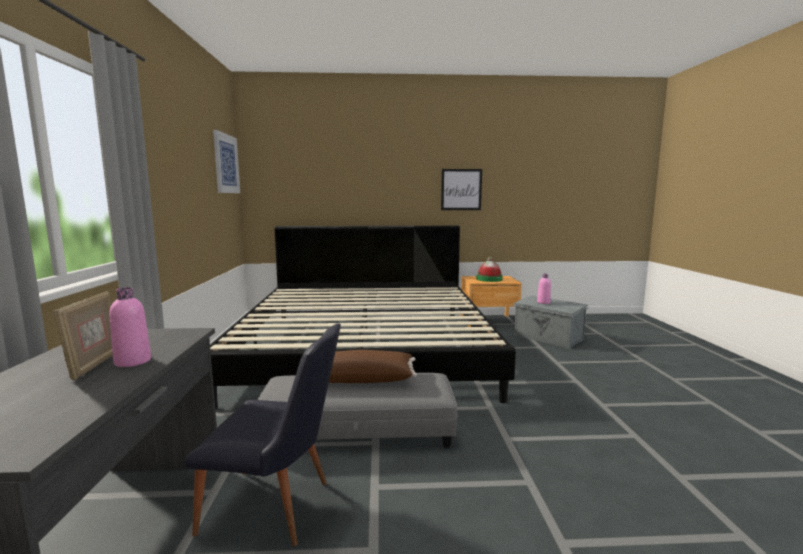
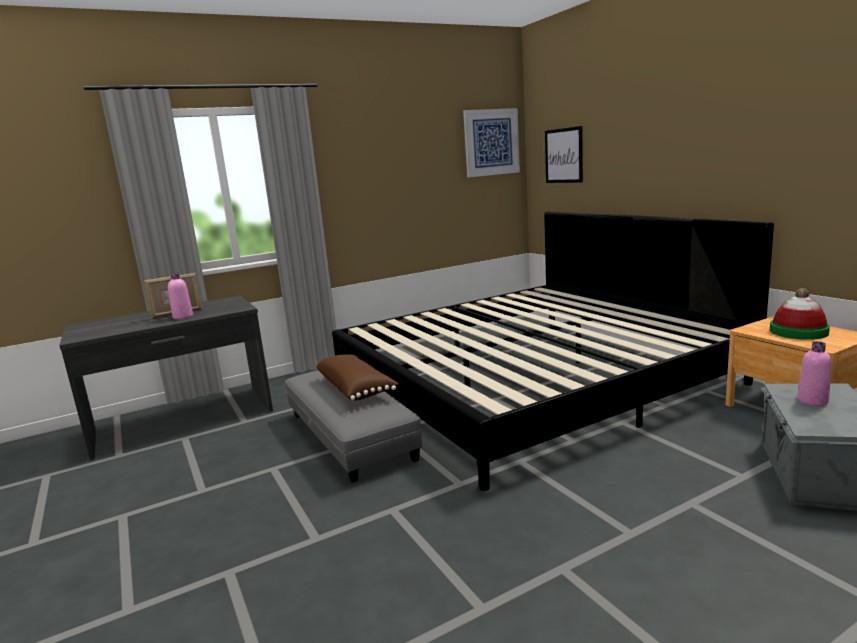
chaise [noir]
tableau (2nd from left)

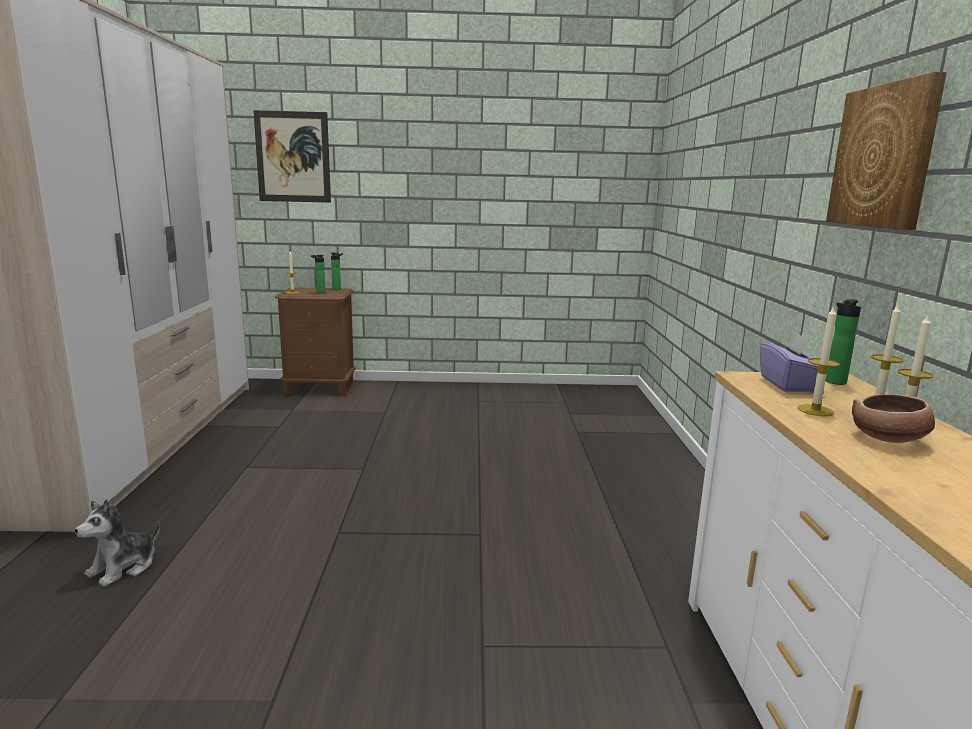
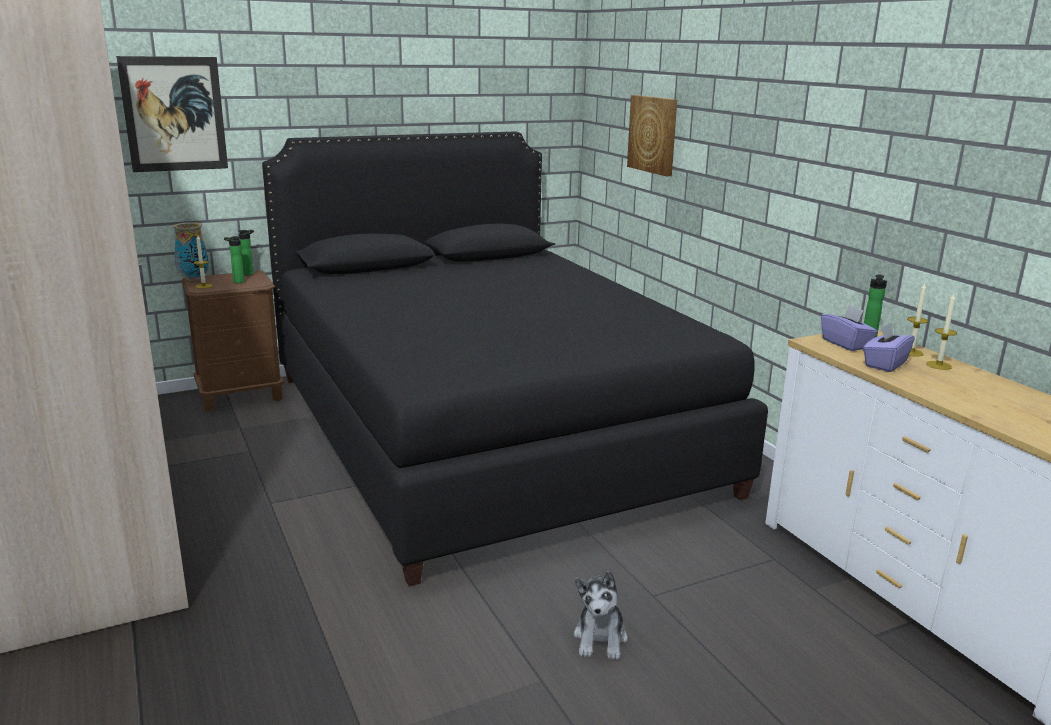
bol
vase
lit [noir]
peluche
tableau (2nd from left)
boîte à mouchoirs [violet] (2nd from left)

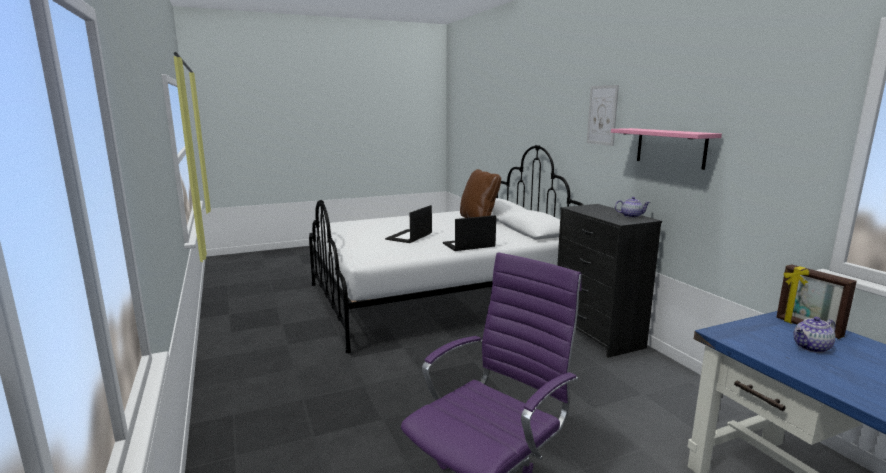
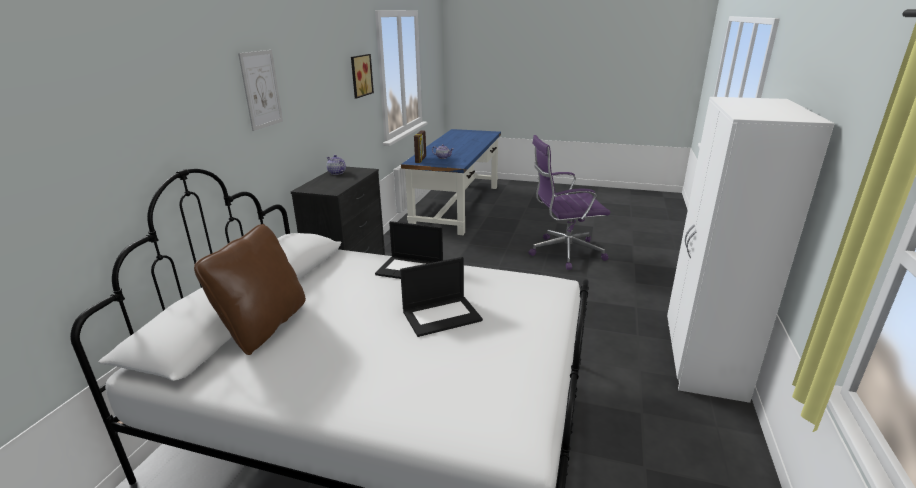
étagère [rose]
tableau (2nd from left)
armoire [blanc]

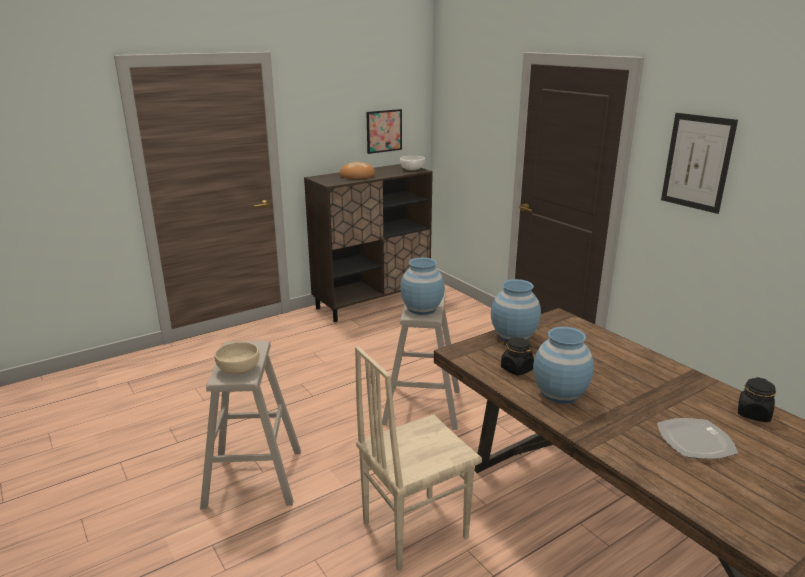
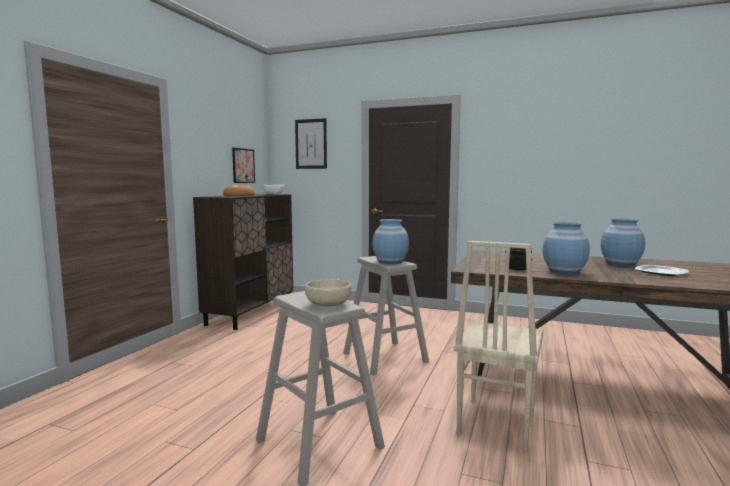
bocal [noir] (2nd from left in the first image)
vase [bleu] (3rd from left)
tableau (2nd from left)

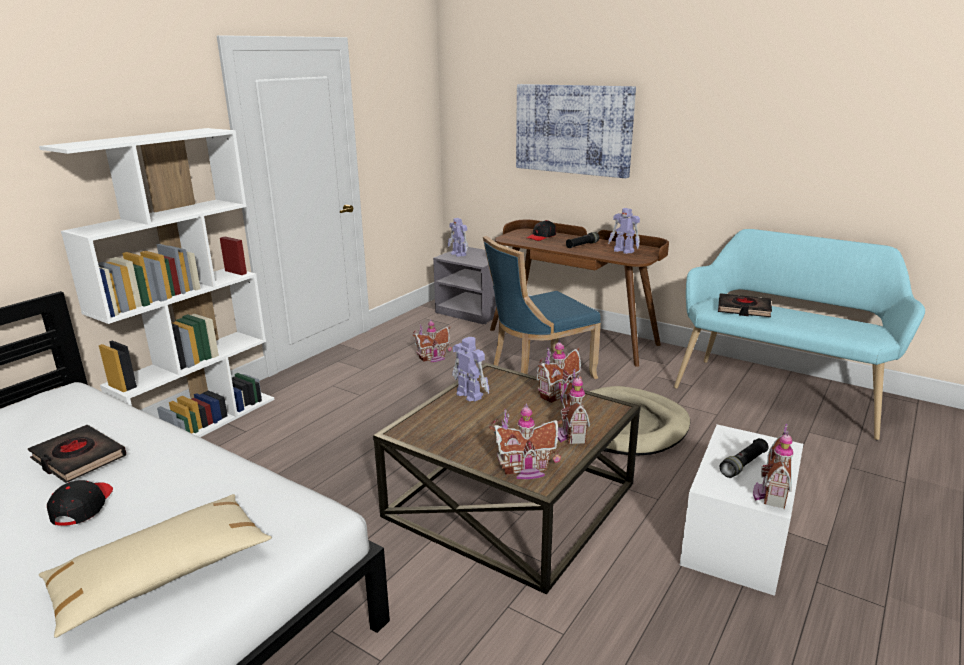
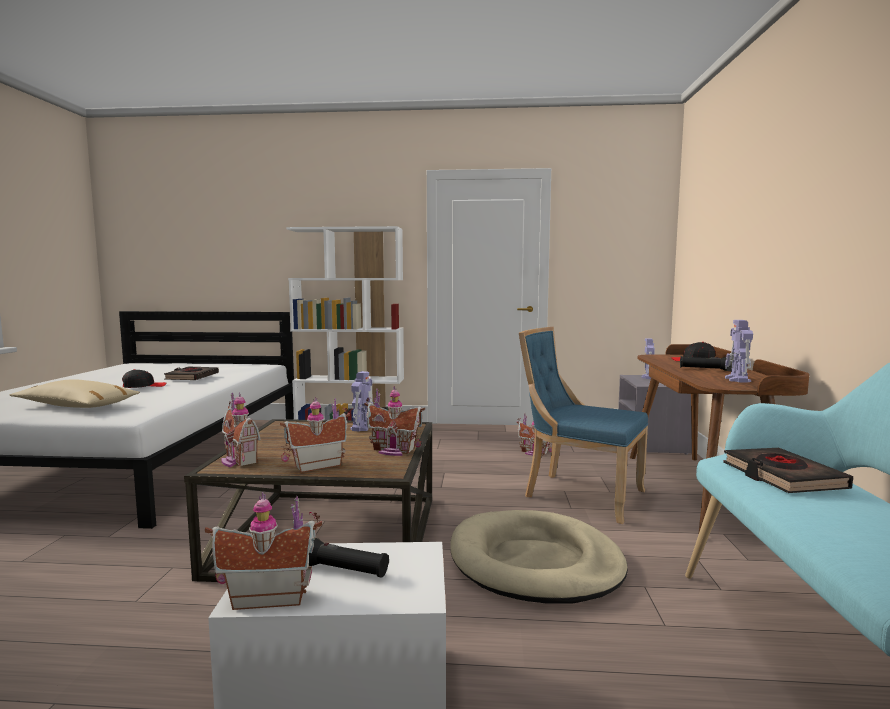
tableau

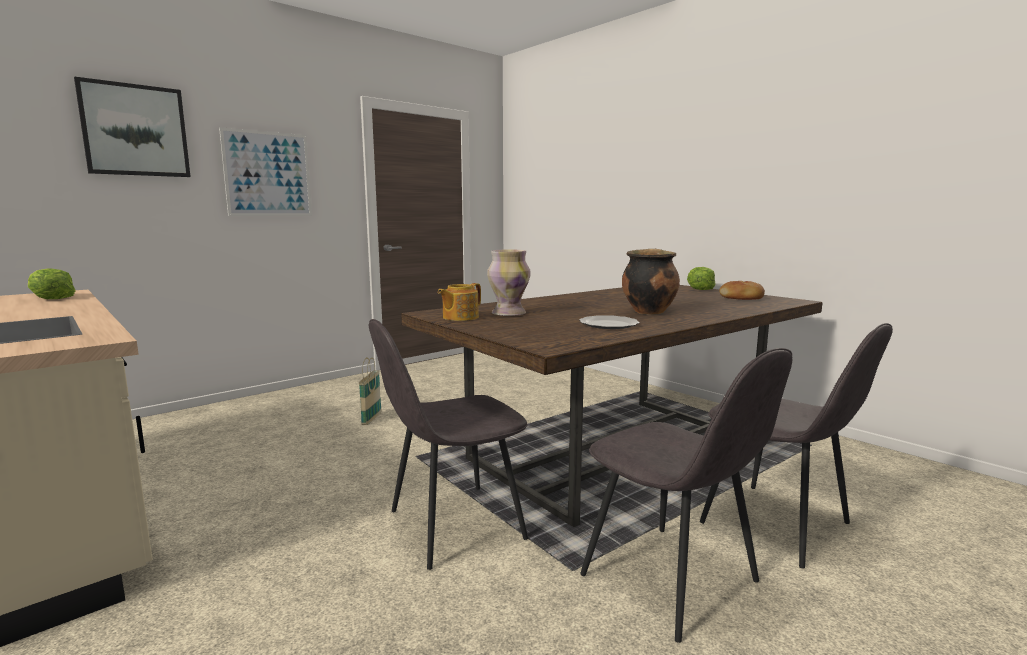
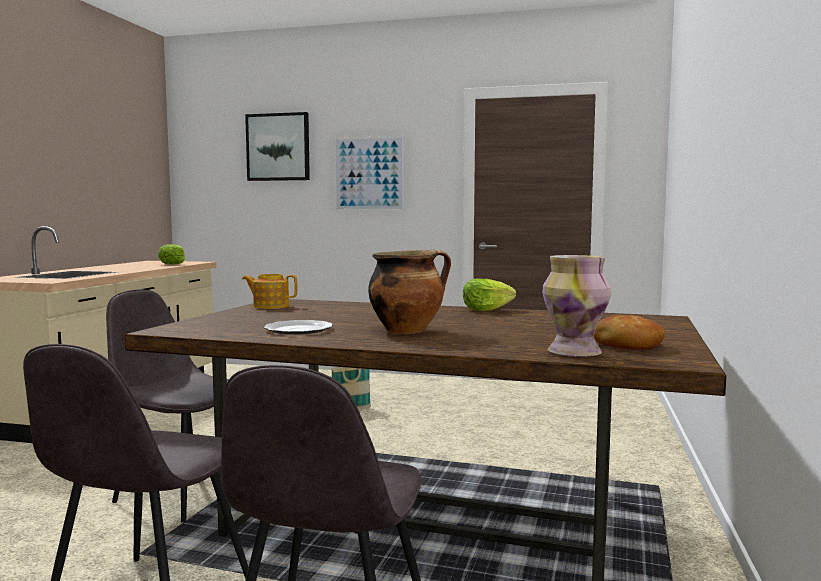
vase
laitue (2nd from left)

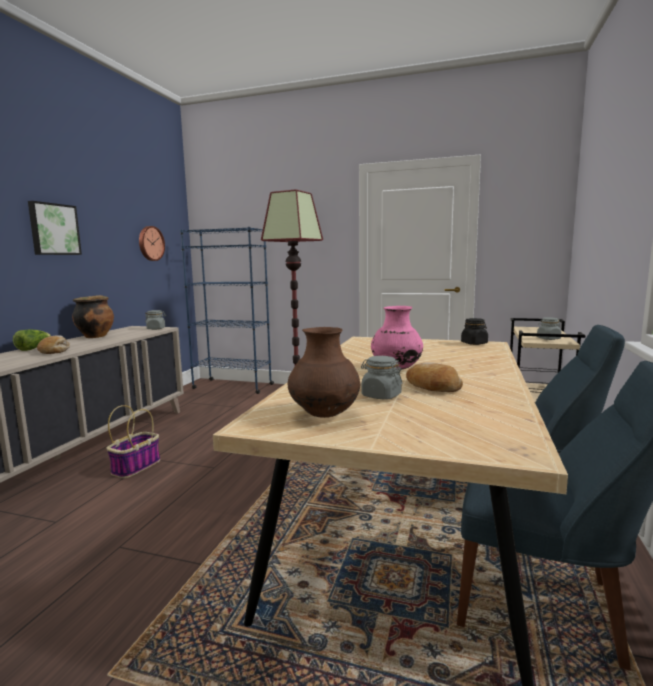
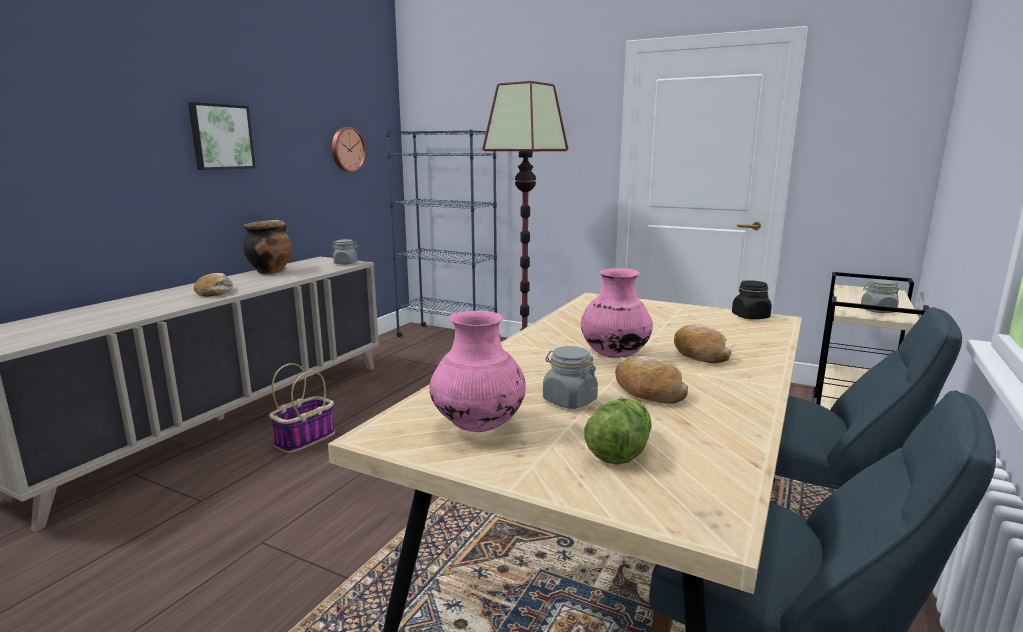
pain (3rd from left)
laitue
vase [rose] (1st from left)

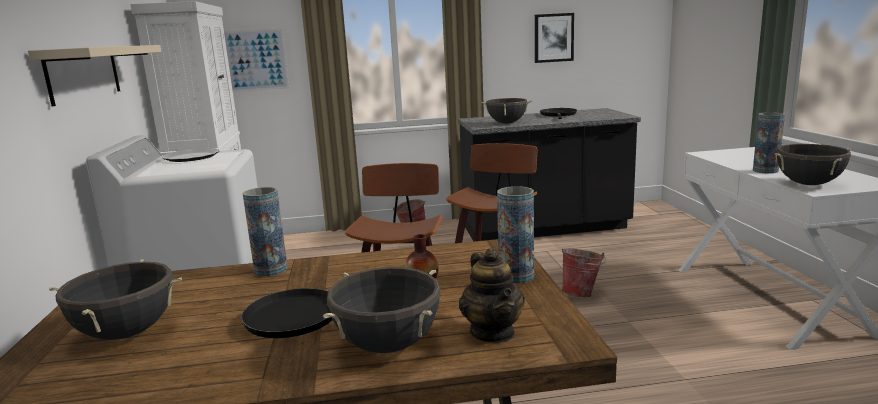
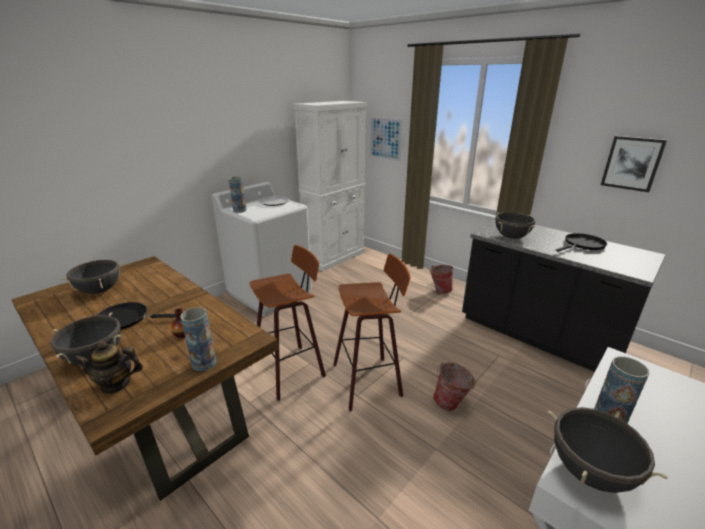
étagère [beige]
vase (3rd from left)
théière

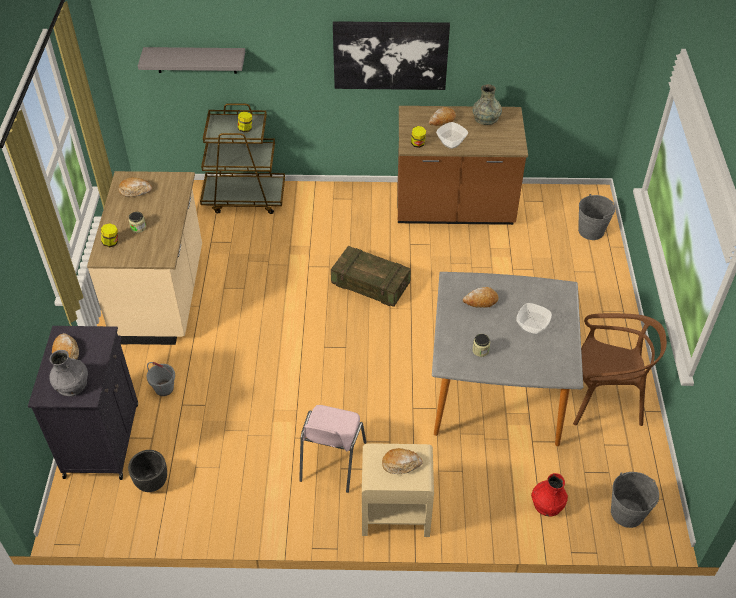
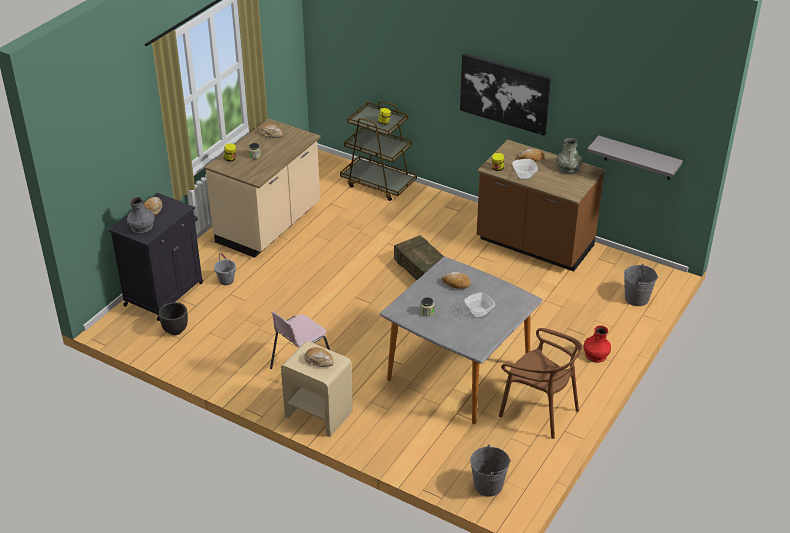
étagère [gris]
vase [rouge]

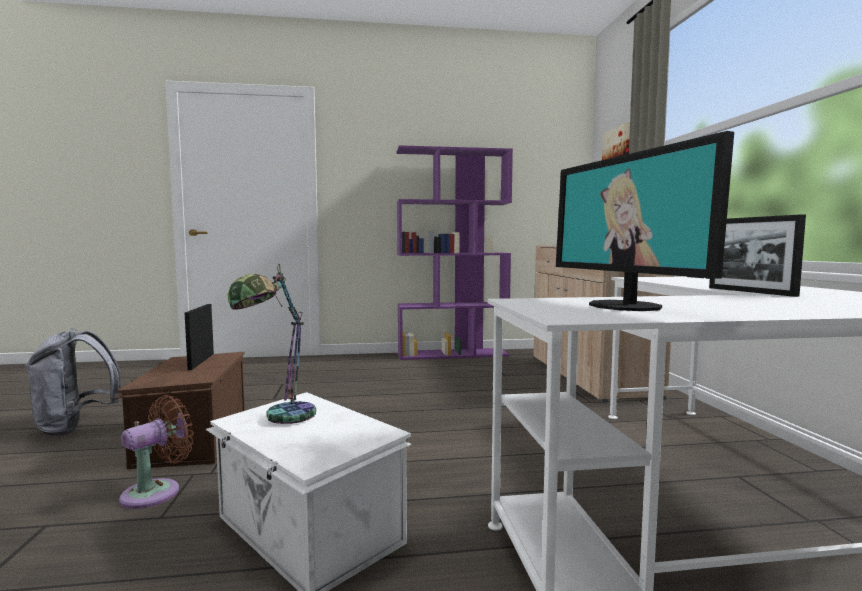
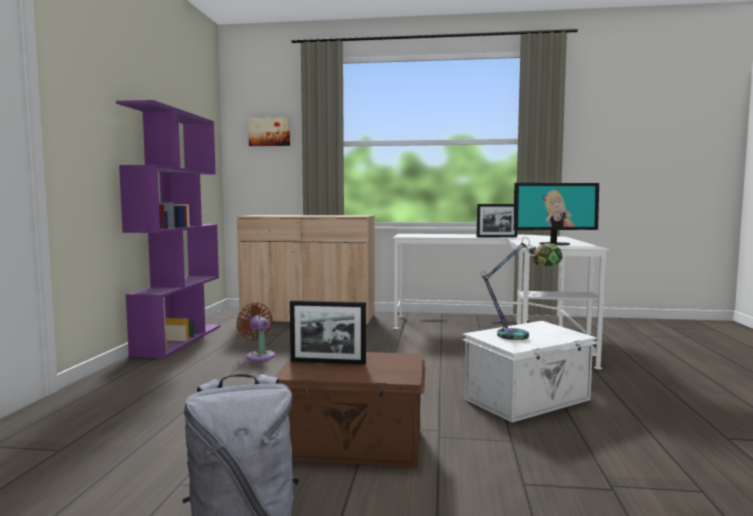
ventilateur [marron]

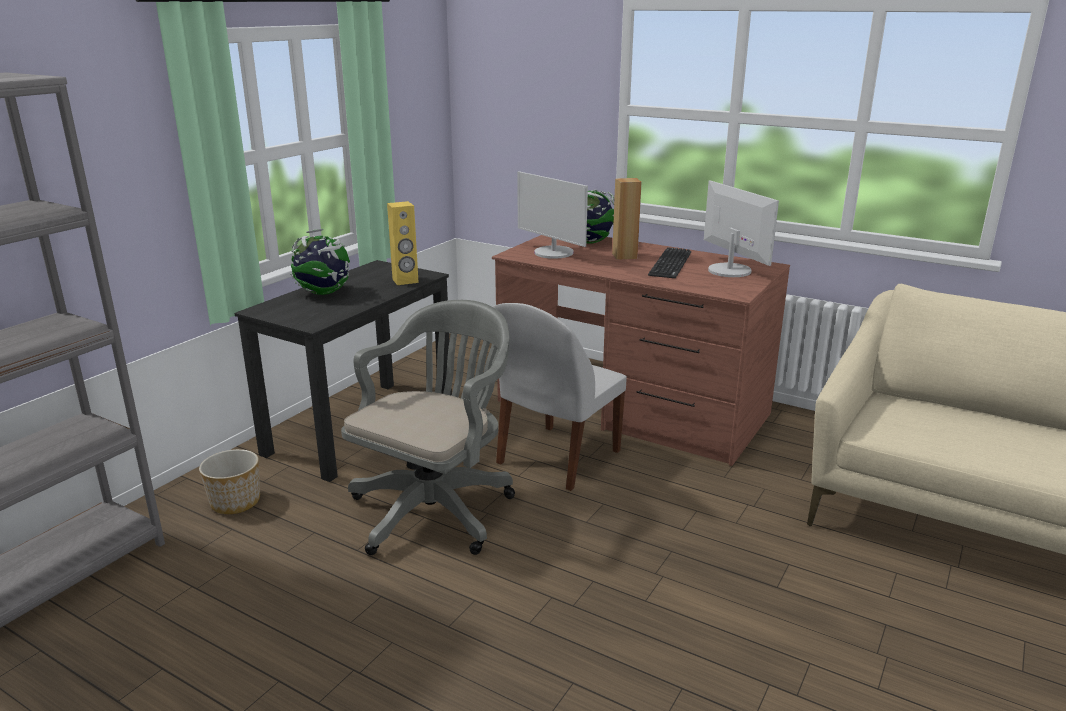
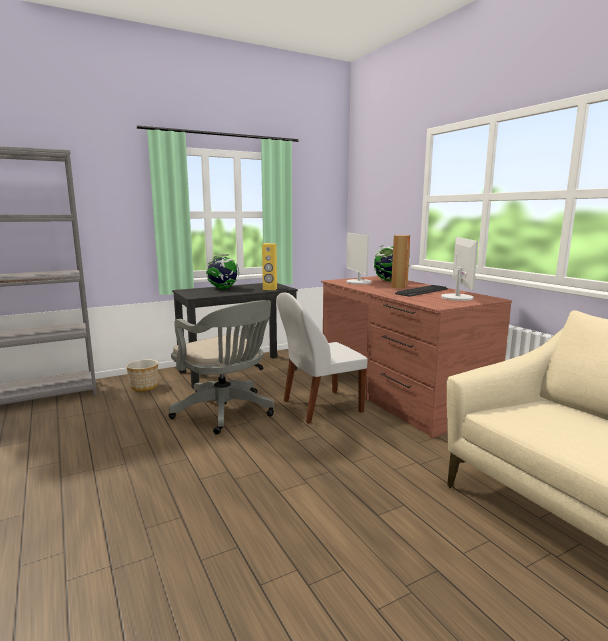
chaise de bureau [gris]

